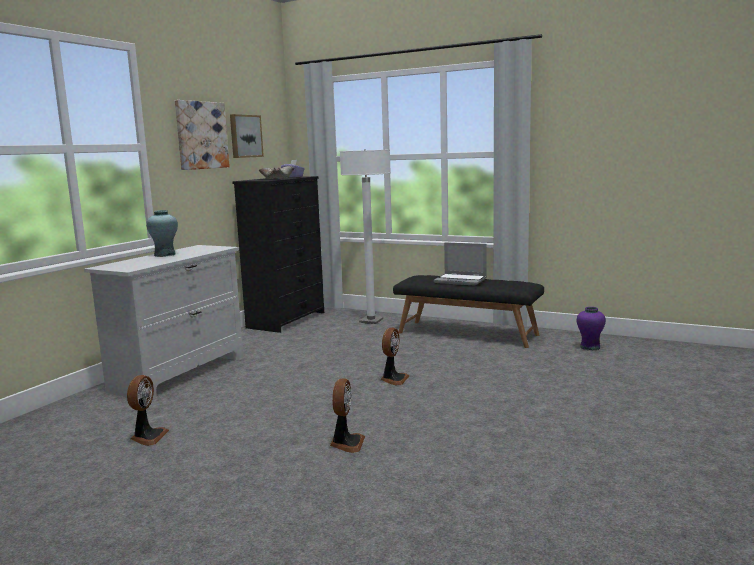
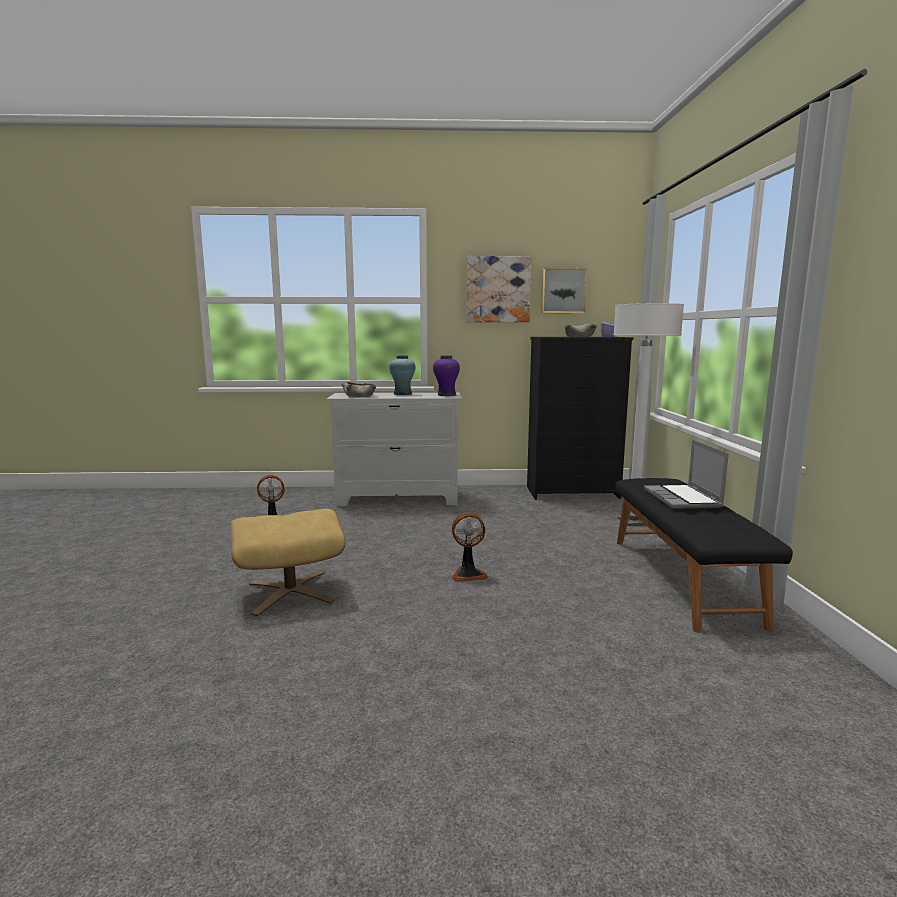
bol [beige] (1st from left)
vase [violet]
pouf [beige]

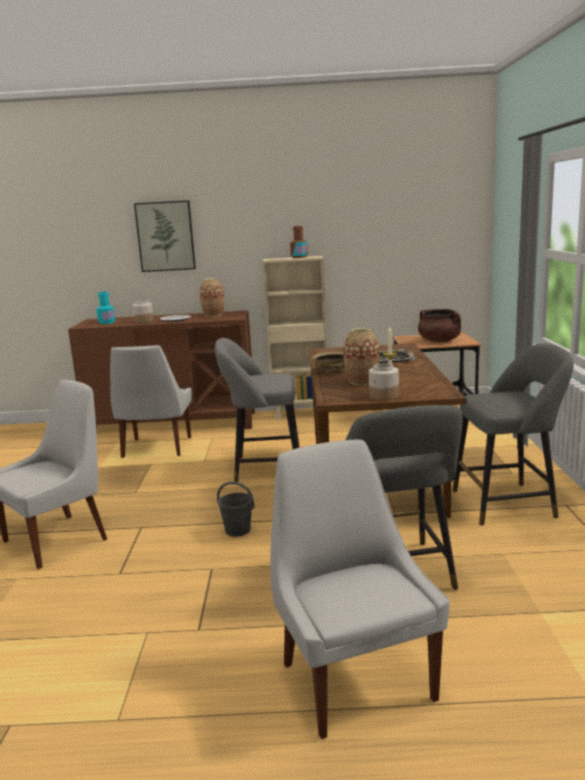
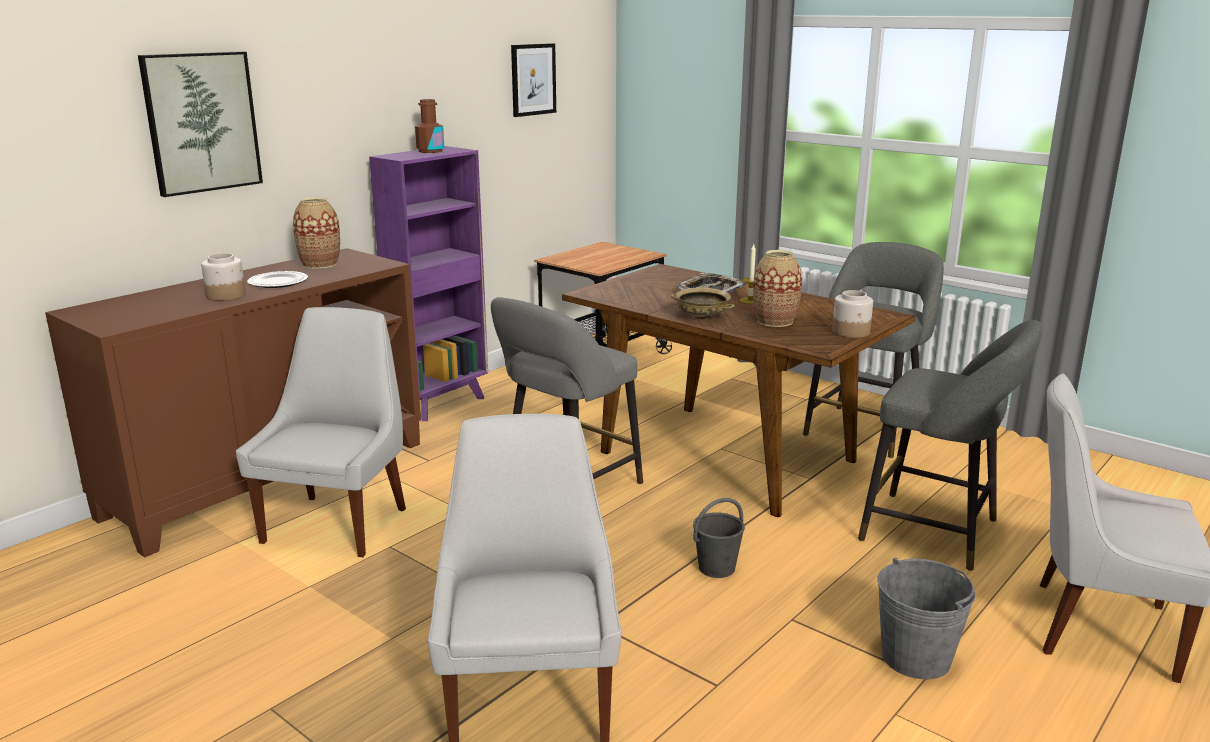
bouteille [turquoise]
marmite [marron]
tableau (2nd from left)
seau [gris] (2nd from left)
bibliothèque [violet]
chaise [blanc] (1st from left)

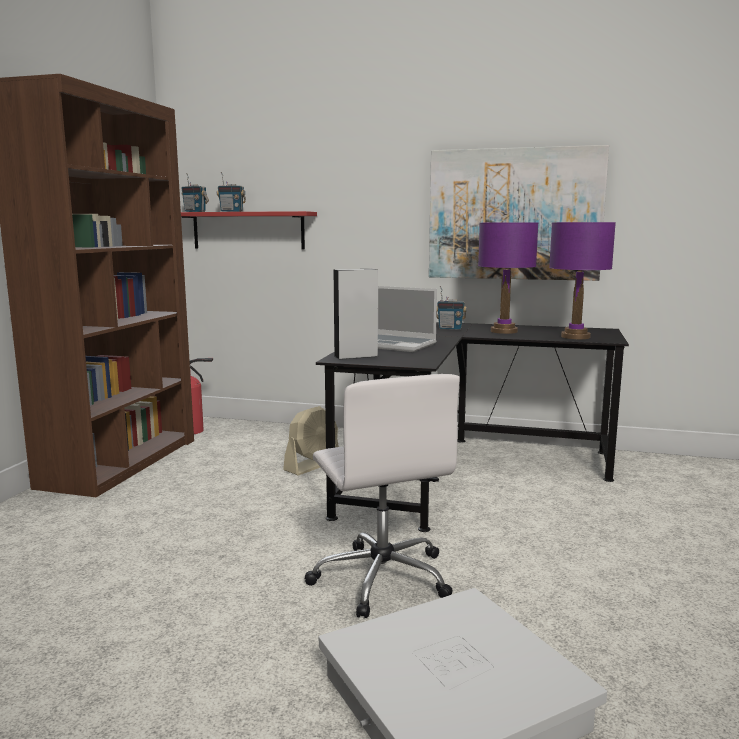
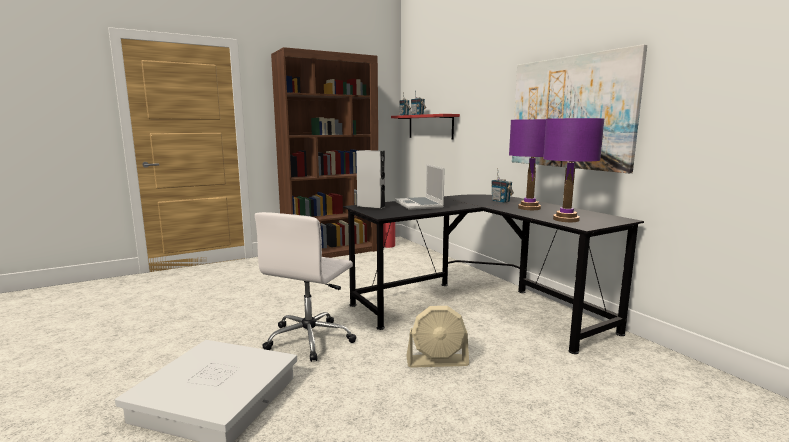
ventilateur [beige]

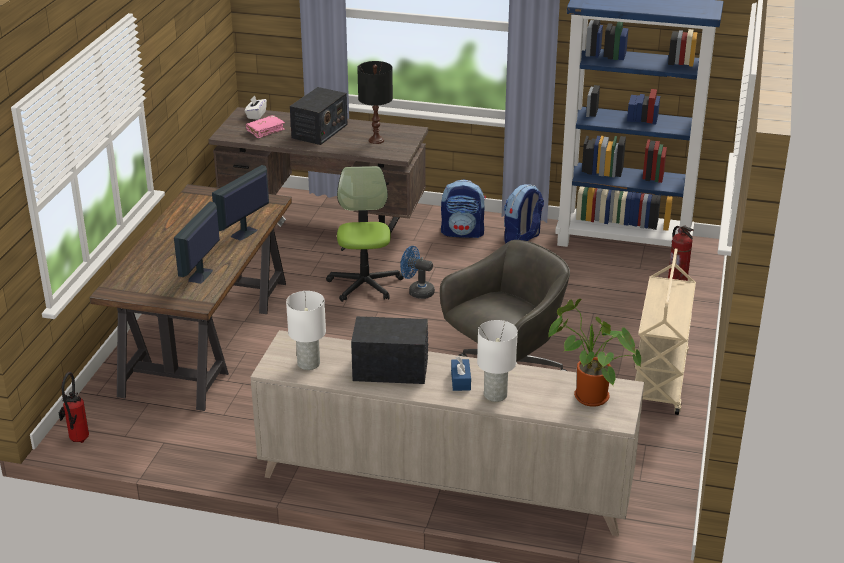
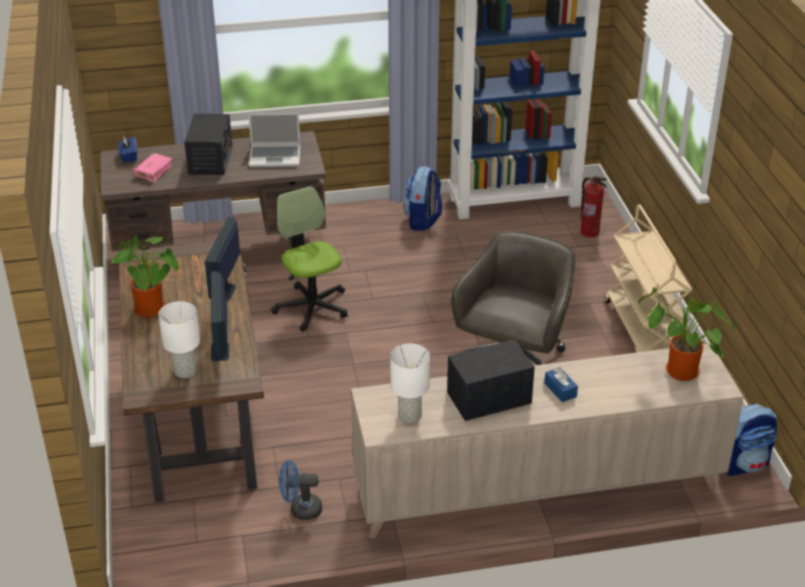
extincteur (1st from left in the first image)
plante en pot (1st from left)
ventilateur [bleu]
sac à dos (2nd from left)
lampe de table [blanc] (1st from left)
ordinateur portable
boîte à mouchoirs [bleu] (1st from left)

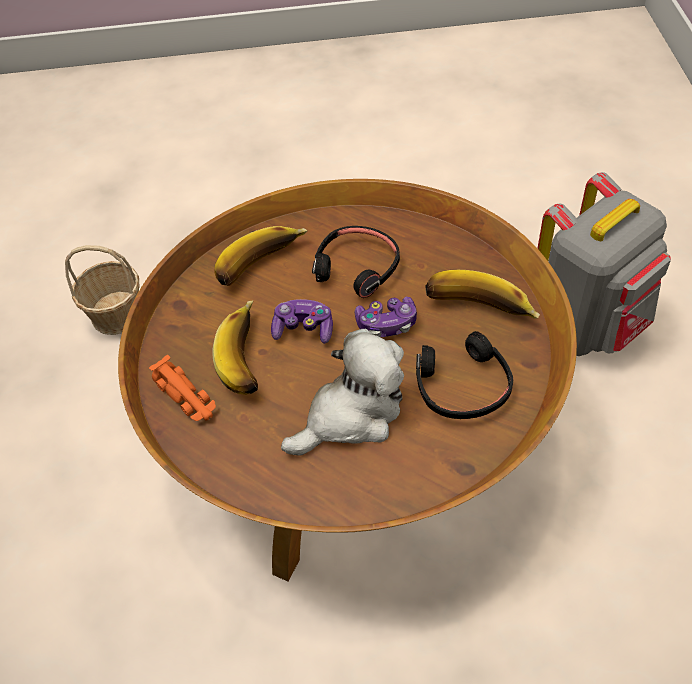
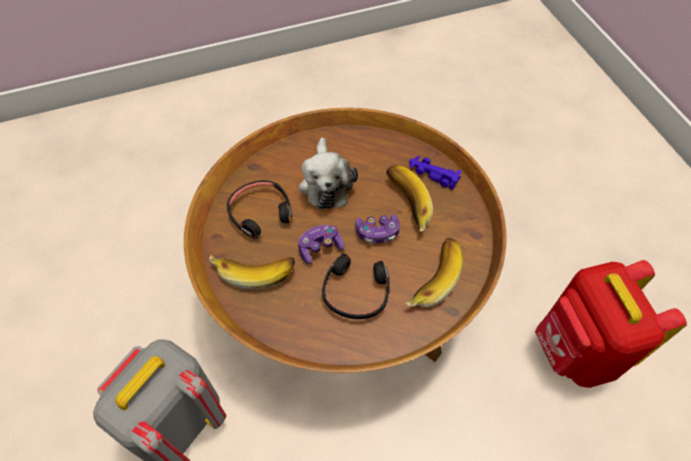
sac à dos [rouge]
petite voiture [violet]
peluche

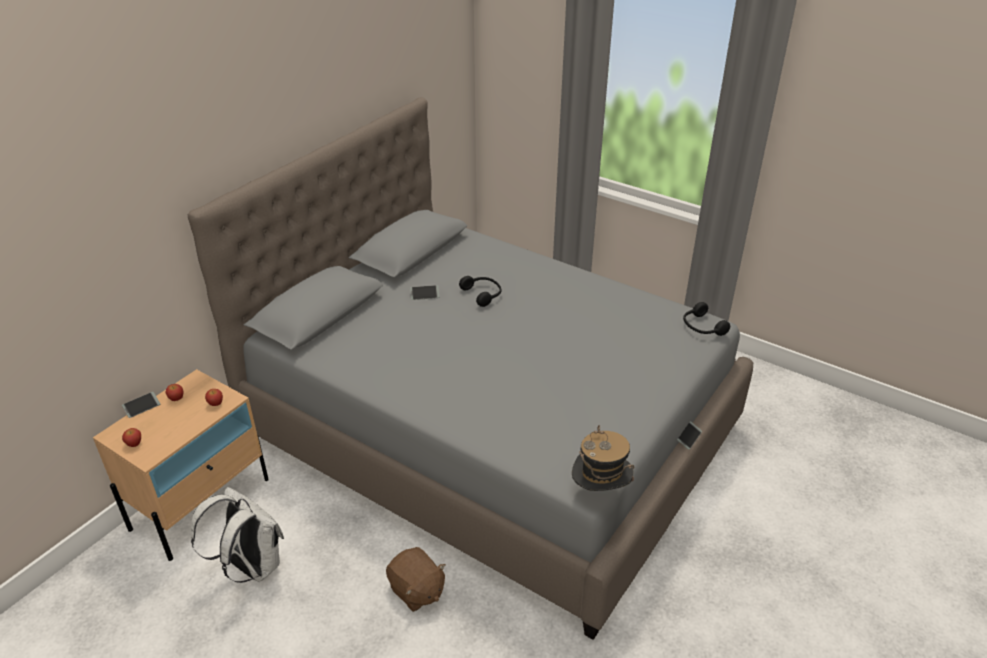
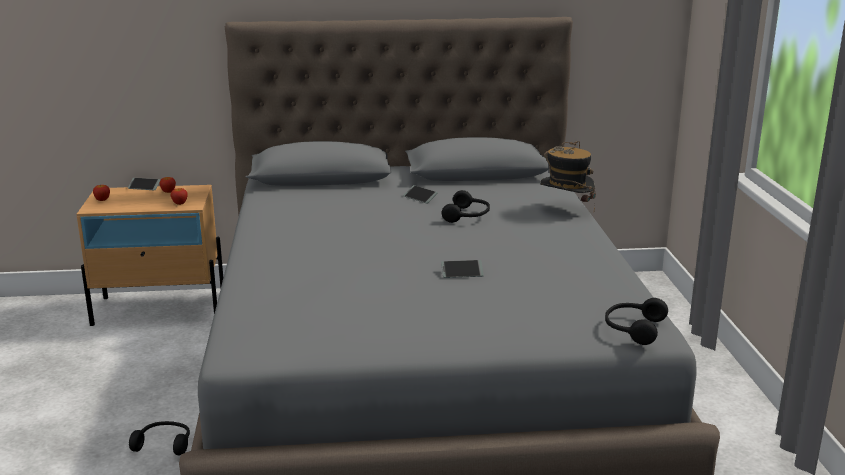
sac à dos [blanc]
chapeau
téléphone (3rd from left)
casque audio [noir] (1st from left)

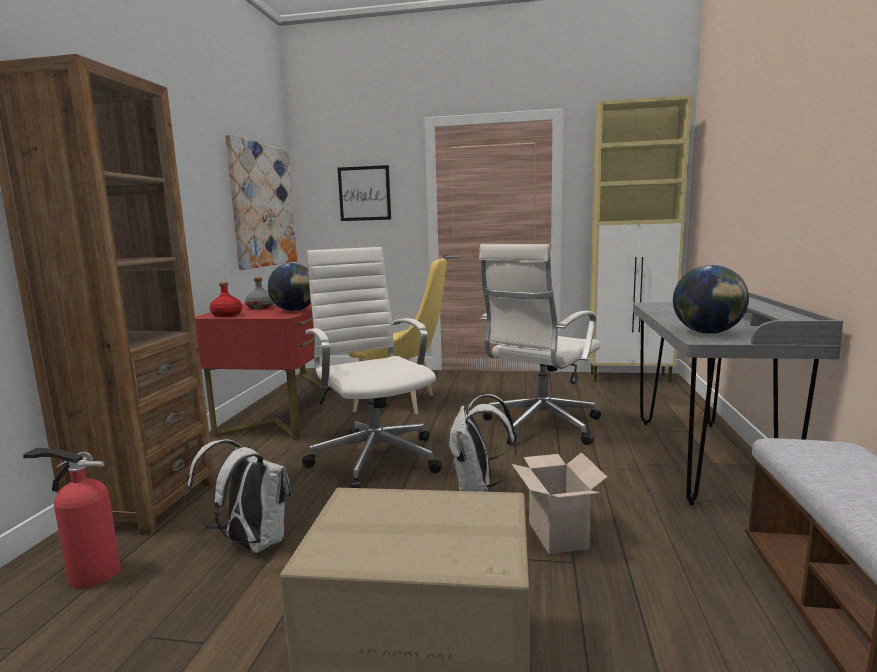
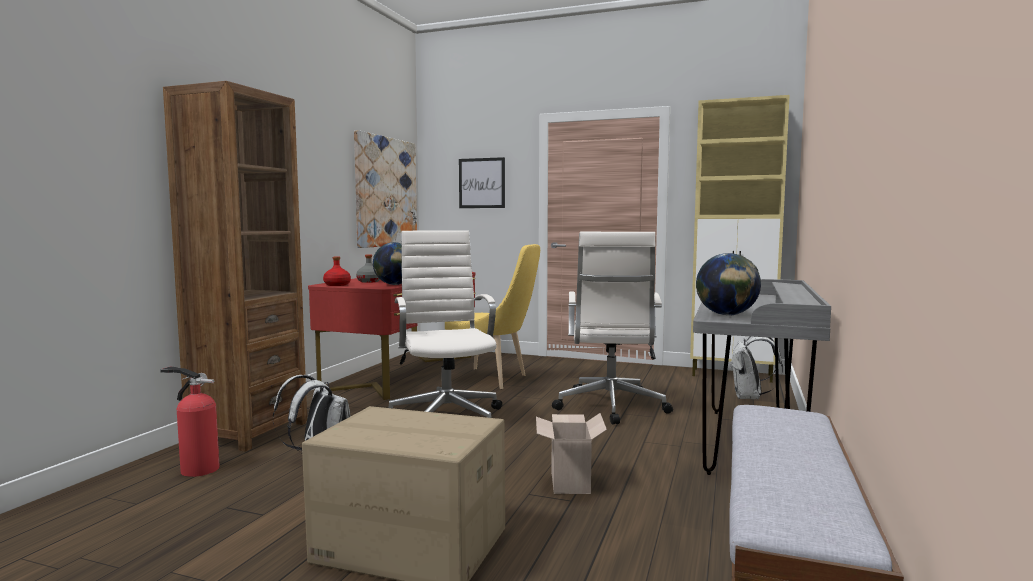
sac à dos [blanc] (2nd from left)
chaise de bureau [blanc] (2nd from left)

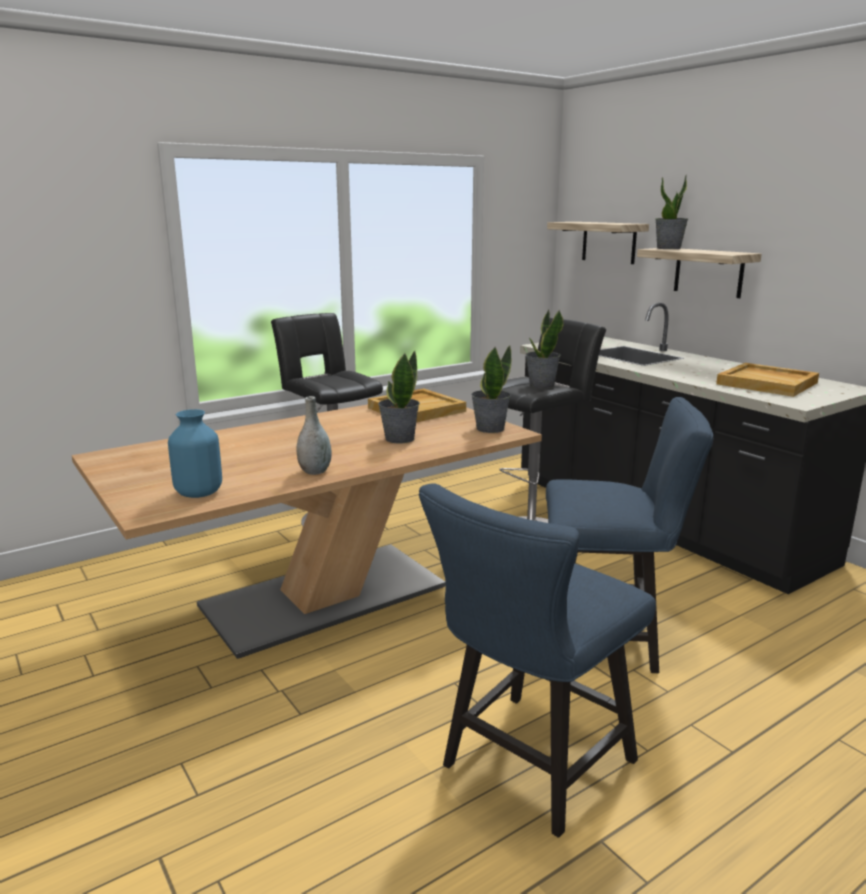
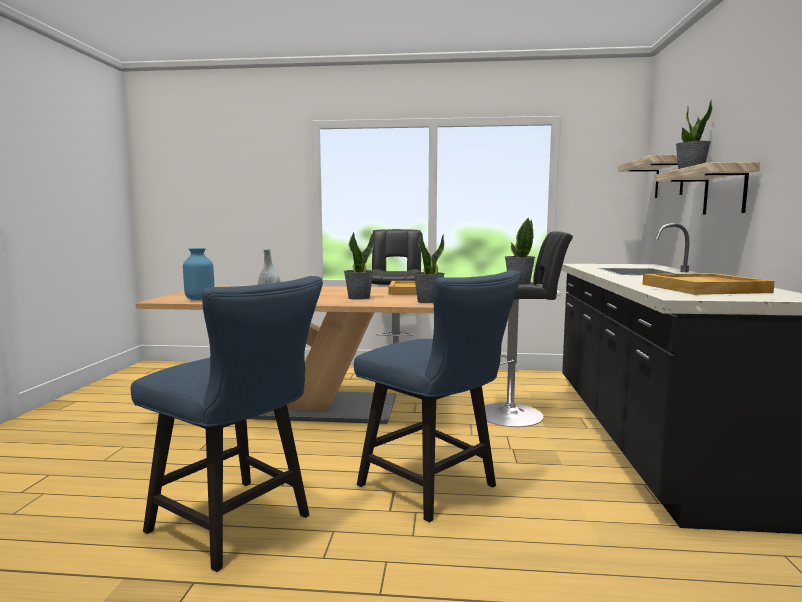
chaise [bleu] (1st from left)

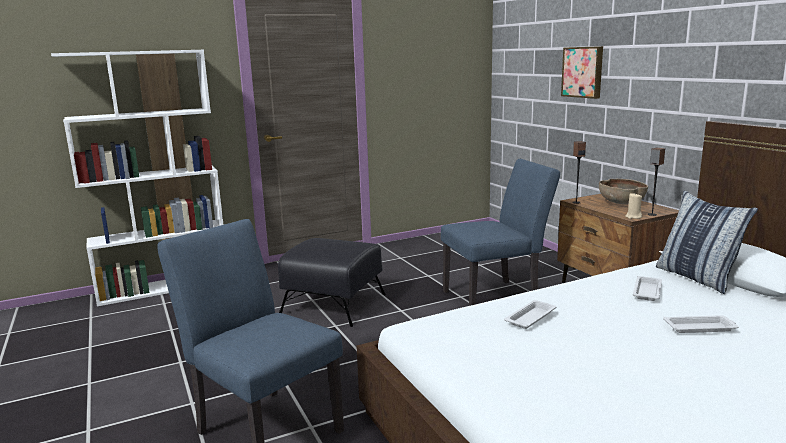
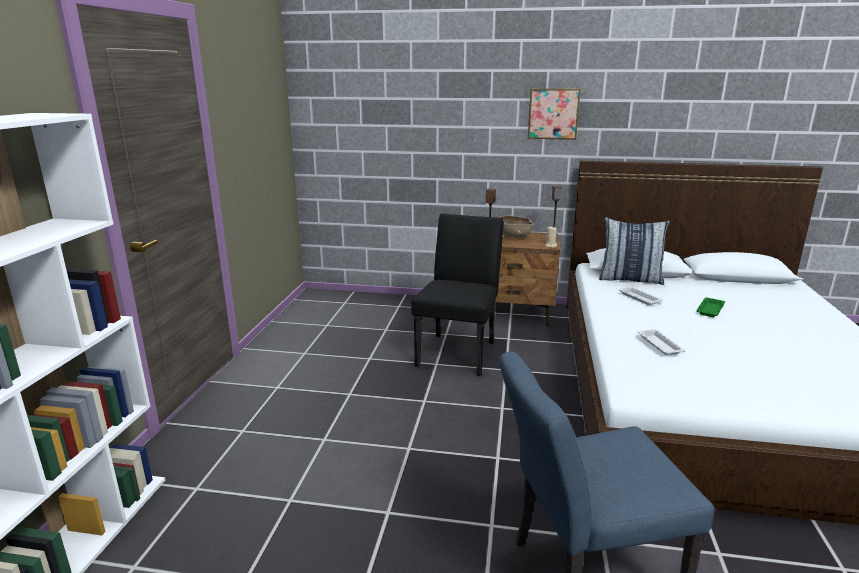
pouf [noir]
tableau
chaise [noir]
plateau [vert]

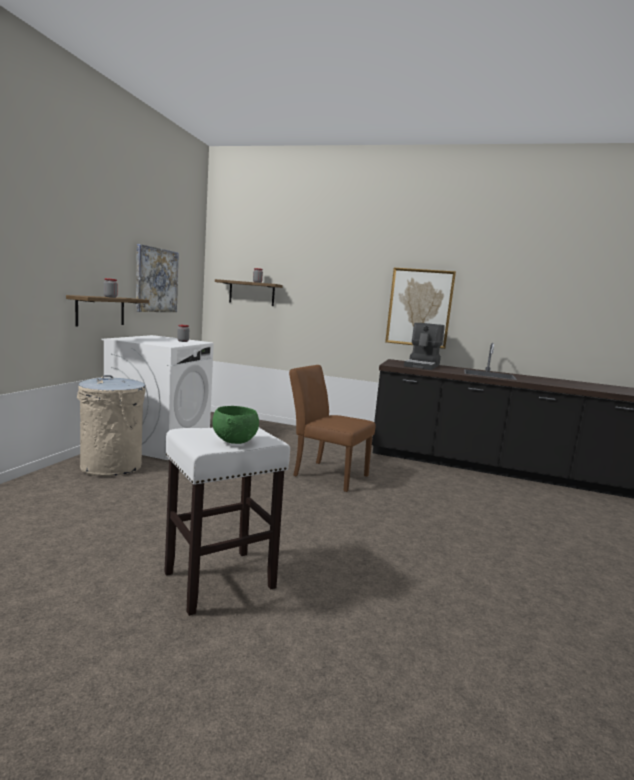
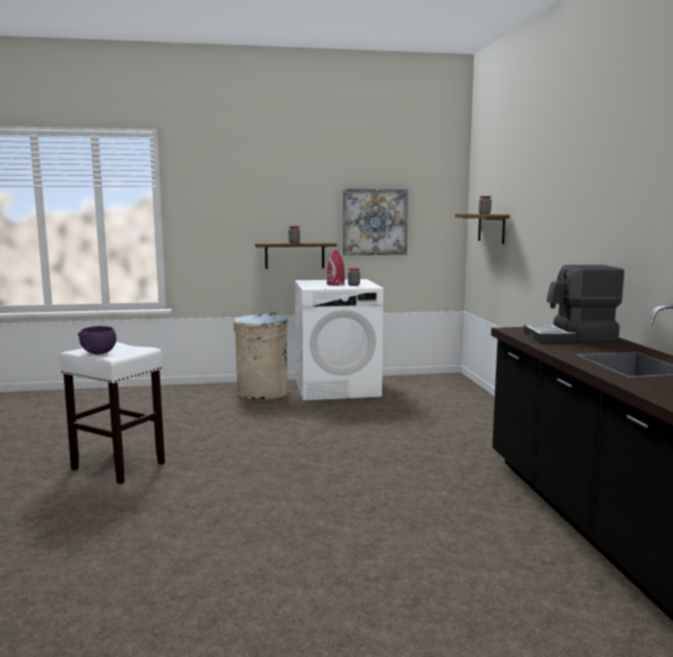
chaise [marron]
tableau (2nd from left in the first image)
vase [rouge]
bol [violet]

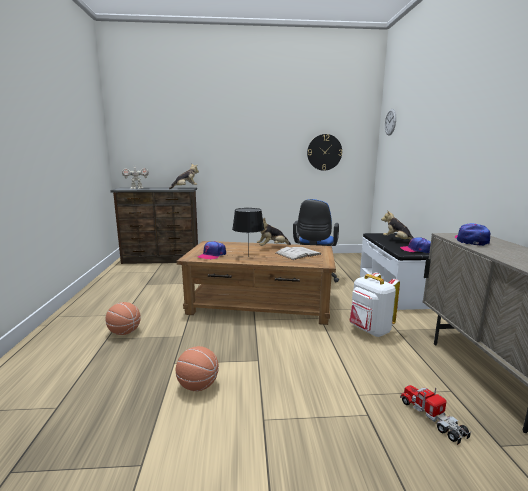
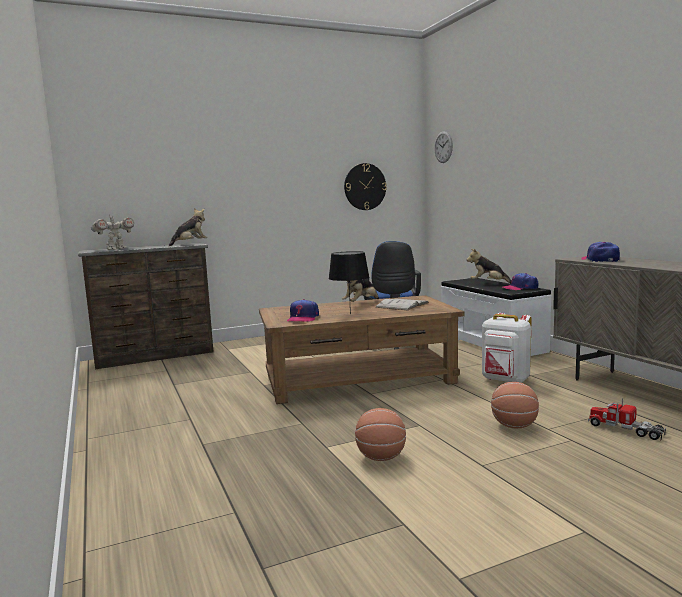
ballon de basket (2nd from left)

